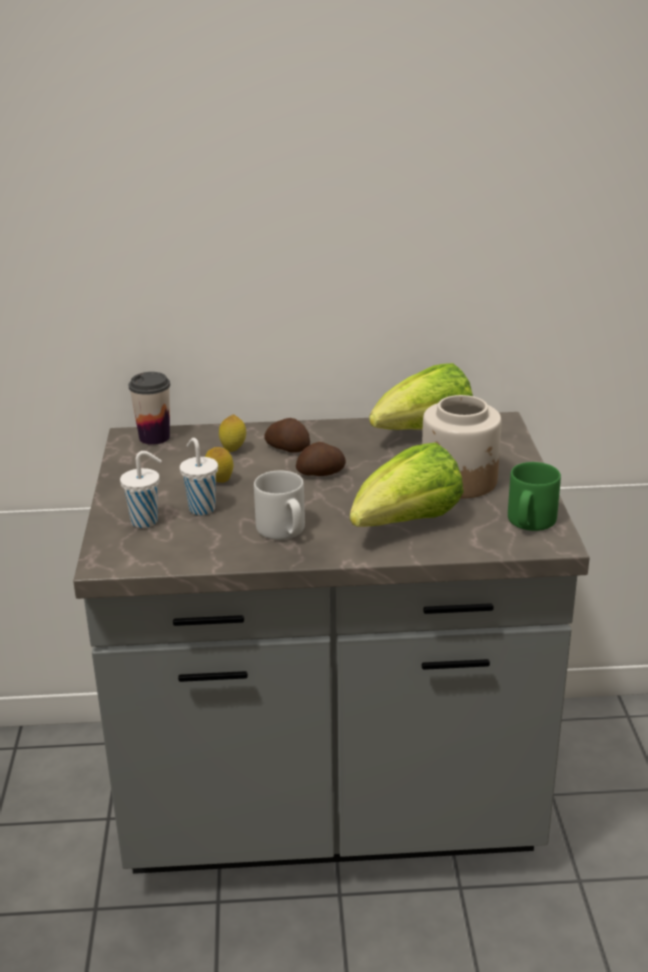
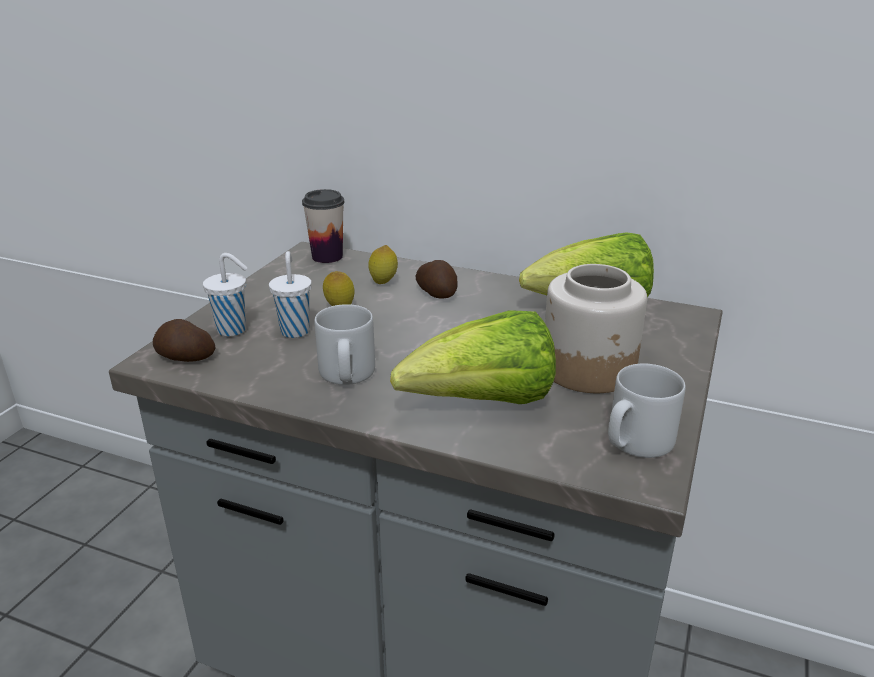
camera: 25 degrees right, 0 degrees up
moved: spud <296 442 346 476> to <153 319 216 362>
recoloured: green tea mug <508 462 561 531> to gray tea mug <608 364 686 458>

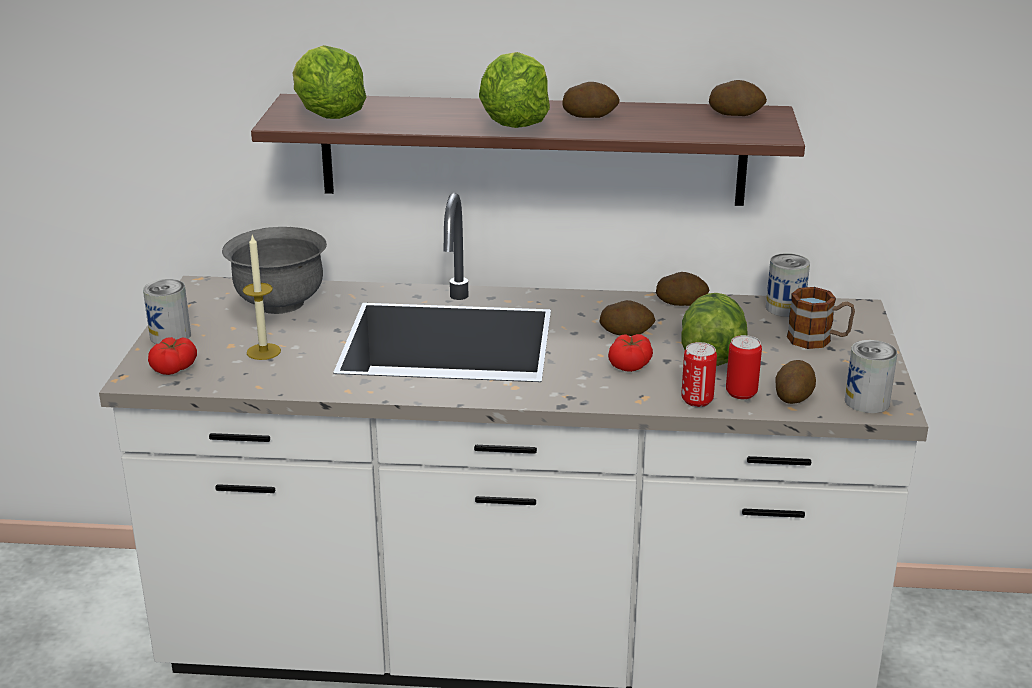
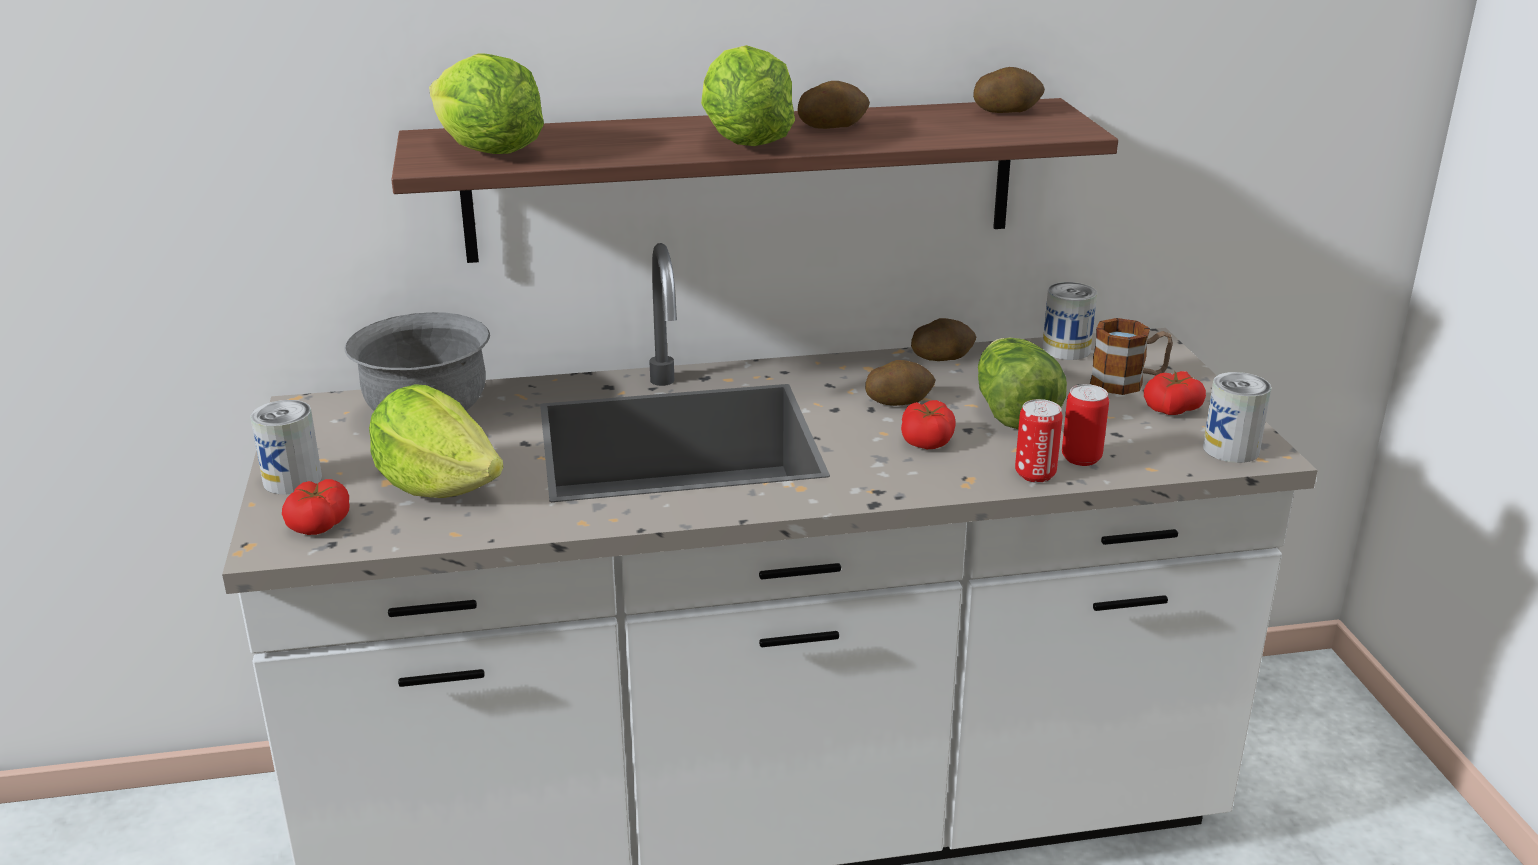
camera: 15 degrees left, 0 degrees up
removed: spud <776 360 816 404>
added: whole tomato <1144 371 1206 415>
replaced: candle <243 235 281 360> to lettuce <369 384 504 498>

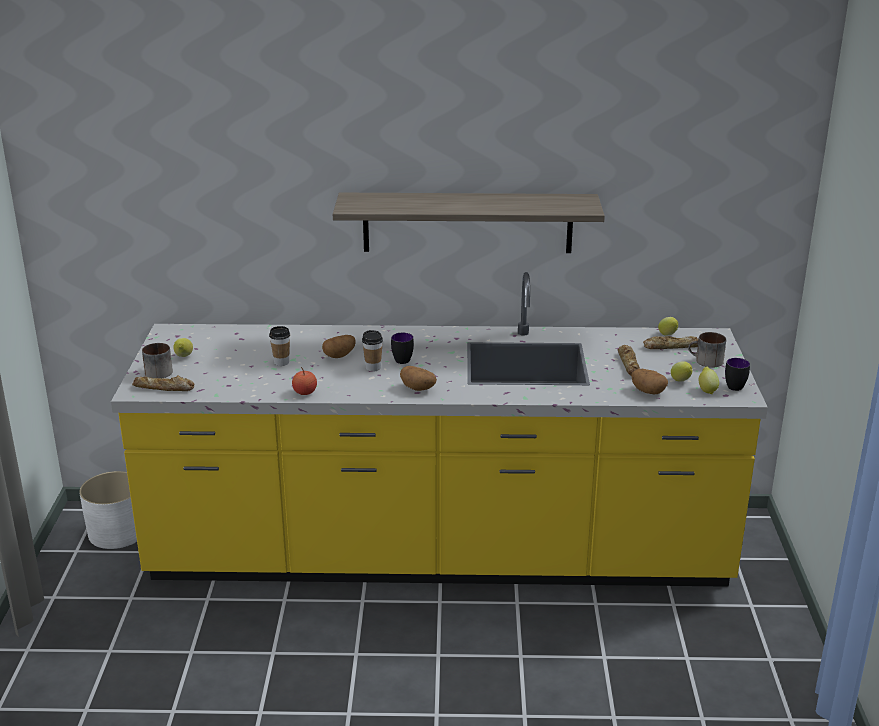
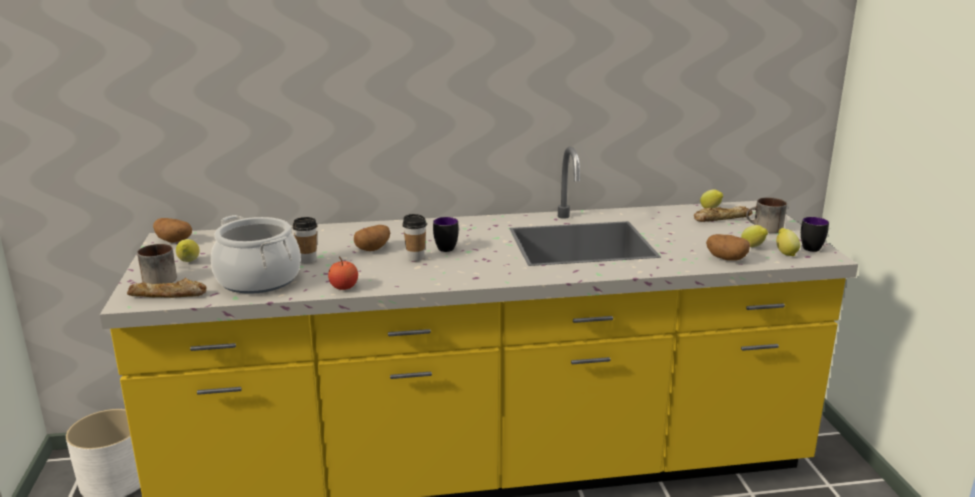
camera: 10 degrees left, 5 degrees down
removed: shelf <333 193 605 253>; bakery bread <618 345 640 376>
added: saucepot <211 215 301 294>
moved: spud <400 366 437 391> to <153 218 192 243>

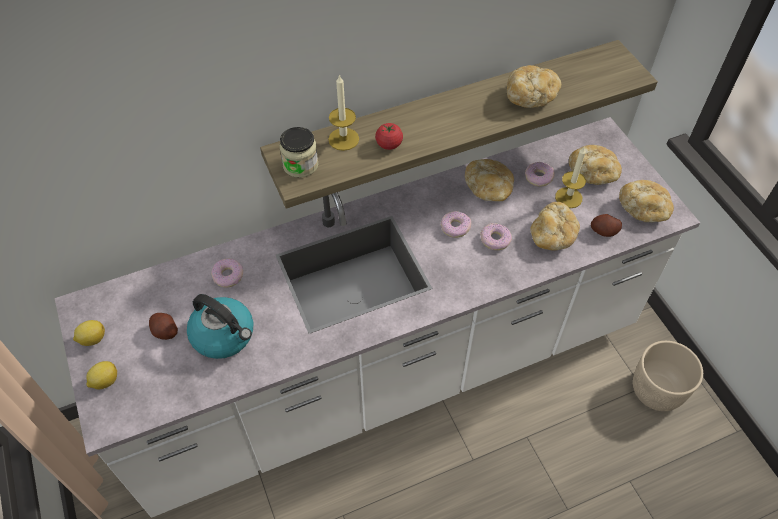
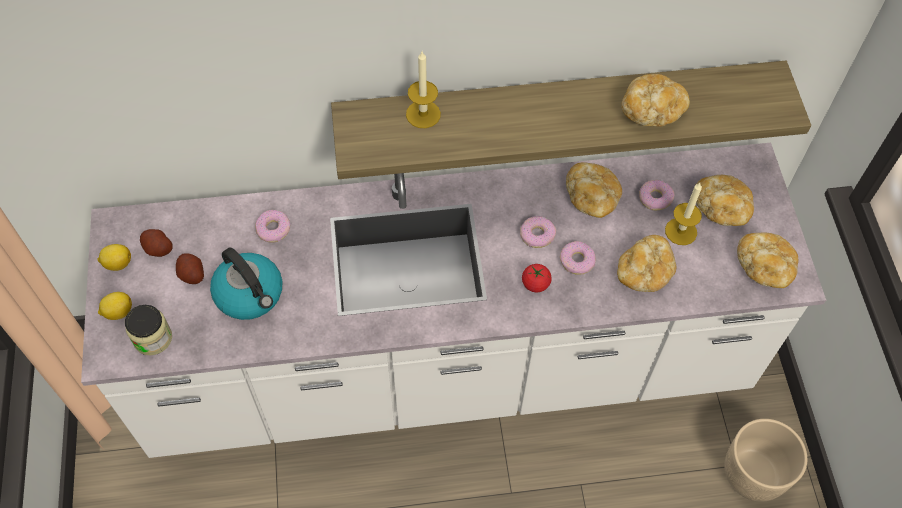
camera: 15 degrees right, 5 degrees up
moved: jar <280 127 318 178> to <125 305 172 355>; spud <591 214 622 237> to <140 229 173 257>; whole tomato <375 123 403 150> to <522 264 551 292>

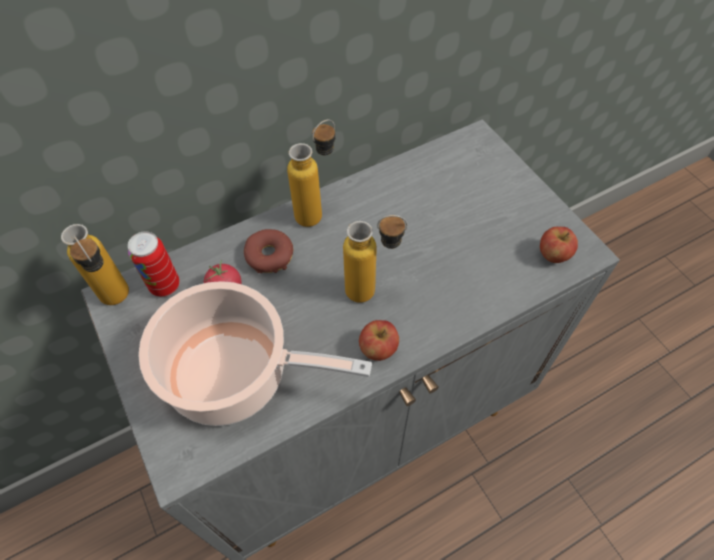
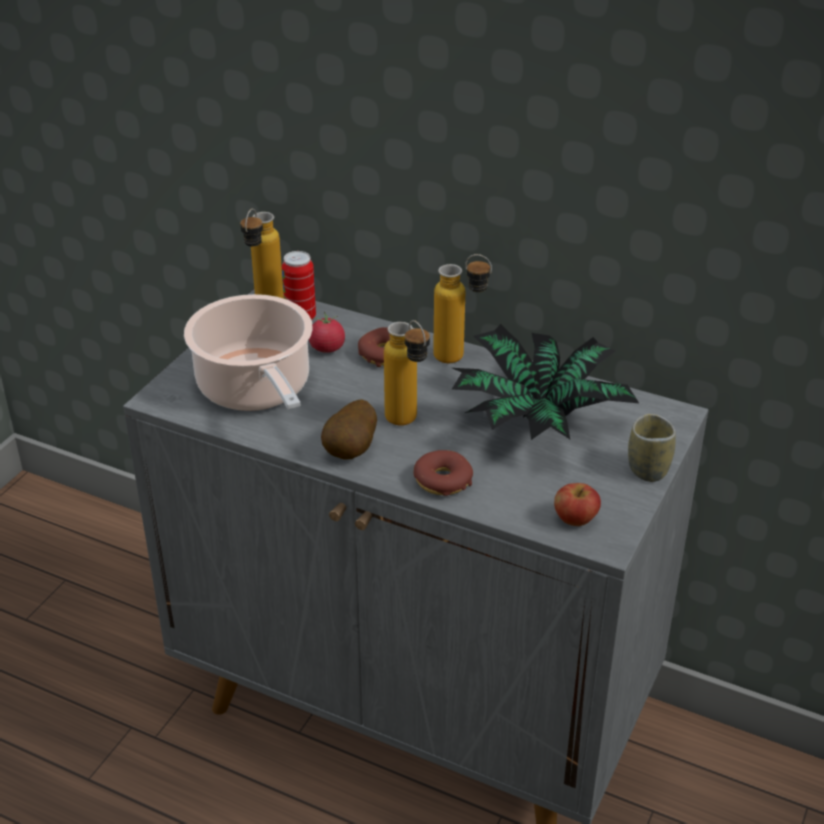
camera: 55 degrees right, 20 degrees down
added: ring doughnut <413 450 473 496>; plant in a pot <452 324 640 440>; small cup <628 414 676 482>
replaced: apple <359 320 399 361> to spud <321 399 377 460>

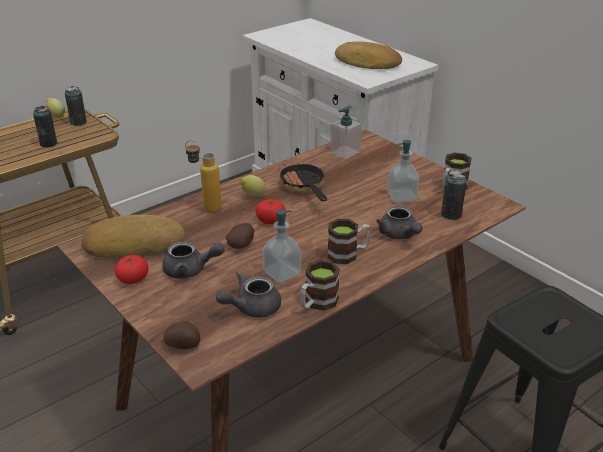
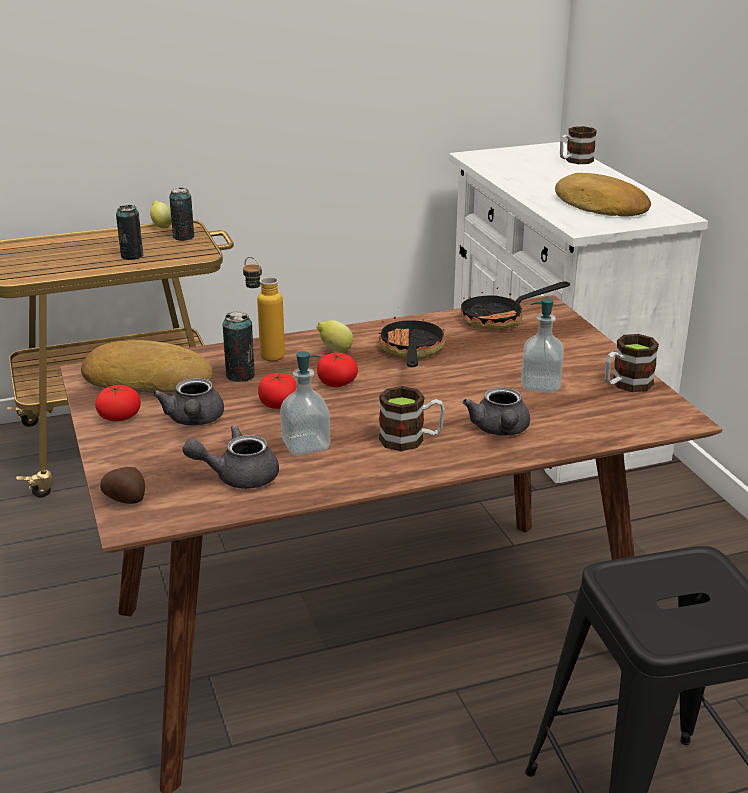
camera: 20 degrees right, 5 degrees down
moved: metal can <441 170 467 220> to <223 311 255 382>; tea mug <300 260 340 311> to <560 126 597 164>
replaced: spud <226 223 254 249> to whole tomato <258 373 296 409>; soap bottle <330 106 362 159> to pan <461 281 570 330>
turned: gray teapot <162 241 225 279> = <153 378 224 425> 60 degrees clockwise

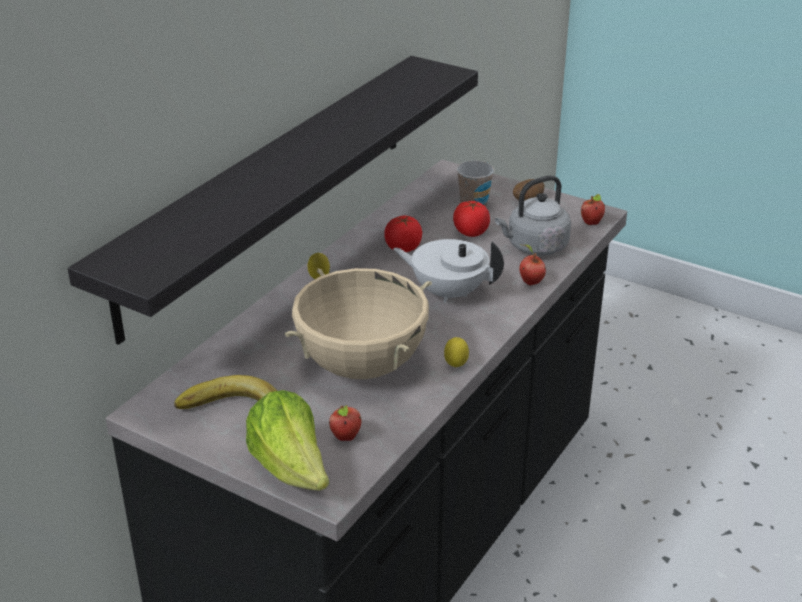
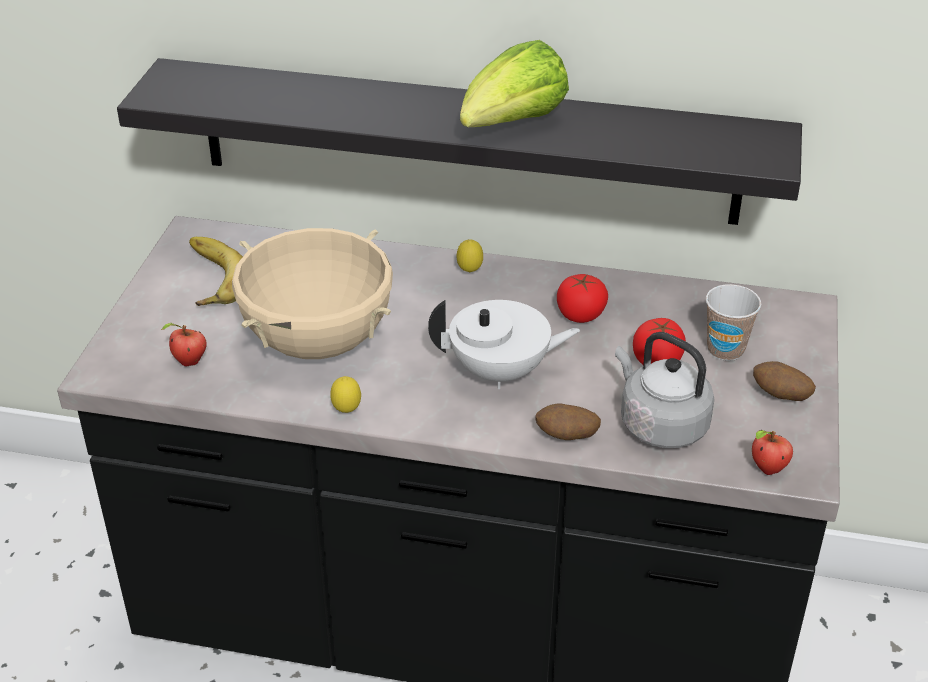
camera: 70 degrees right, 5 degrees up
moved: lettuce <246 390 329 490> to <460 40 569 127>
replaced: apple <519 245 546 285> to spud <535 404 601 440>
turned: white-coloured teapot <393 239 504 303> = <428 300 580 389> 90 degrees clockwise

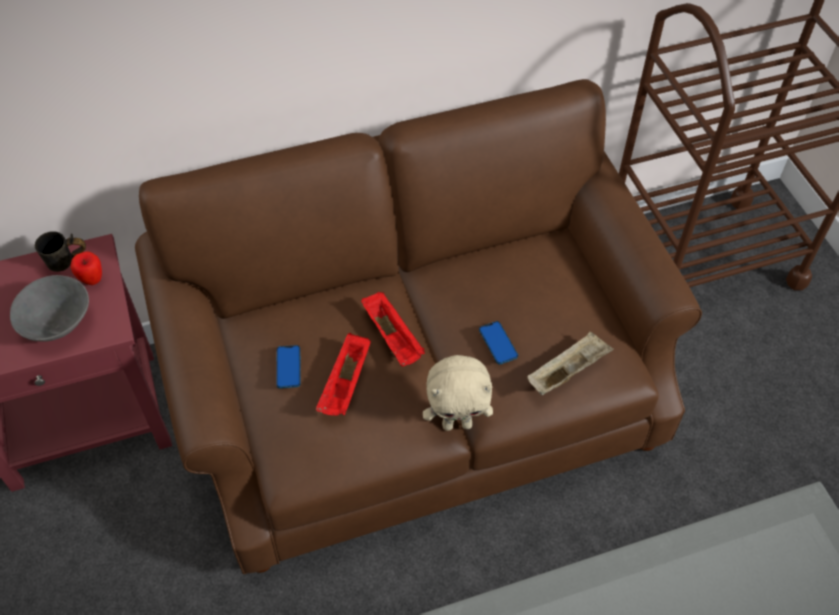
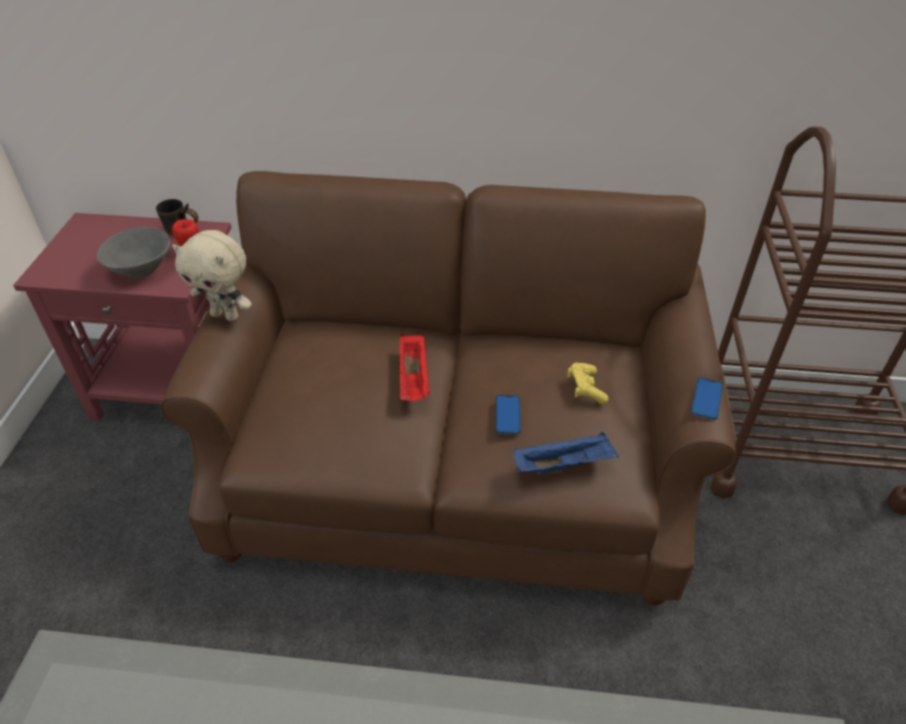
camera: 25 degrees right, 10 degrees down
removed: red-coloured carrying tray <316 333 371 416>
added: yellowish joypad <567 363 608 404>
moved: sand-coloured soft toy <423 355 493 431> to <172 230 252 321>; handset <276 345 301 388> to <691 377 723 420>
recoloured: sand-coloured carrying tray <528 332 614 395> to bluish carrying tray <513 432 619 474>

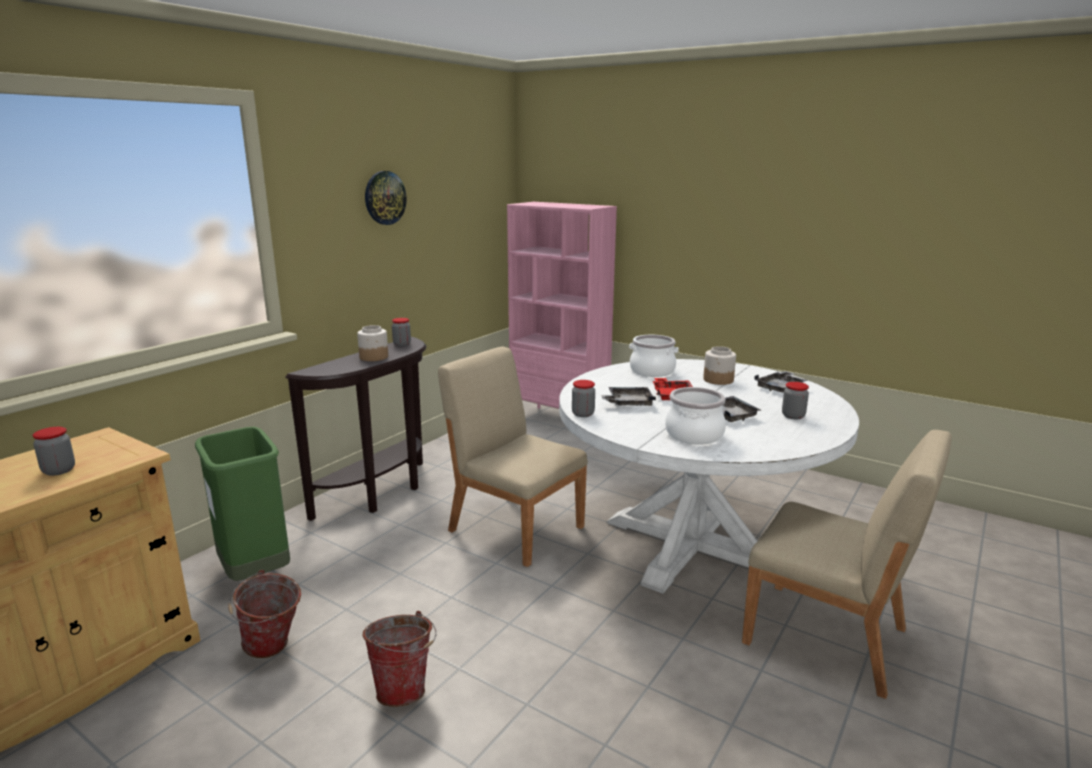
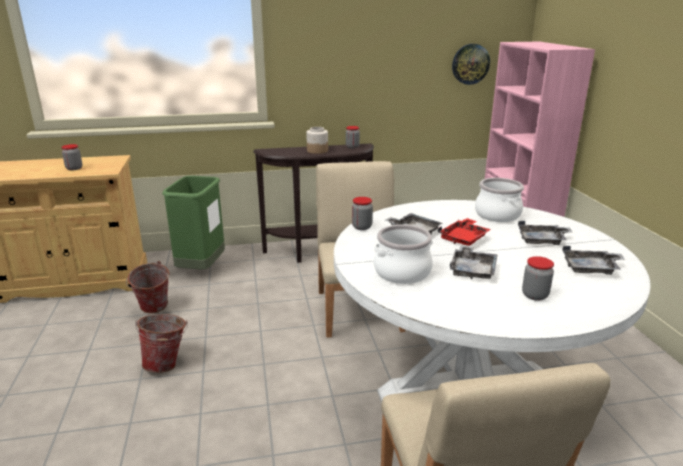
camera: 45 degrees right, 5 degrees up
moved: hanging clock <365 171 406 225> to <452 44 490 85>
replaced: jar <703 346 736 385> to gray carrying tray <518 221 572 245>

